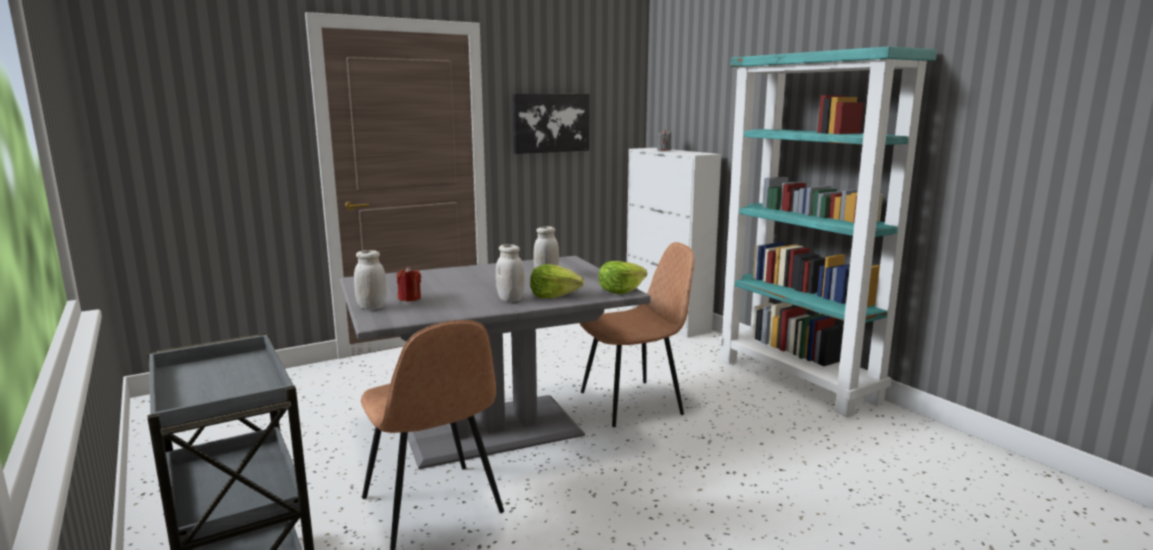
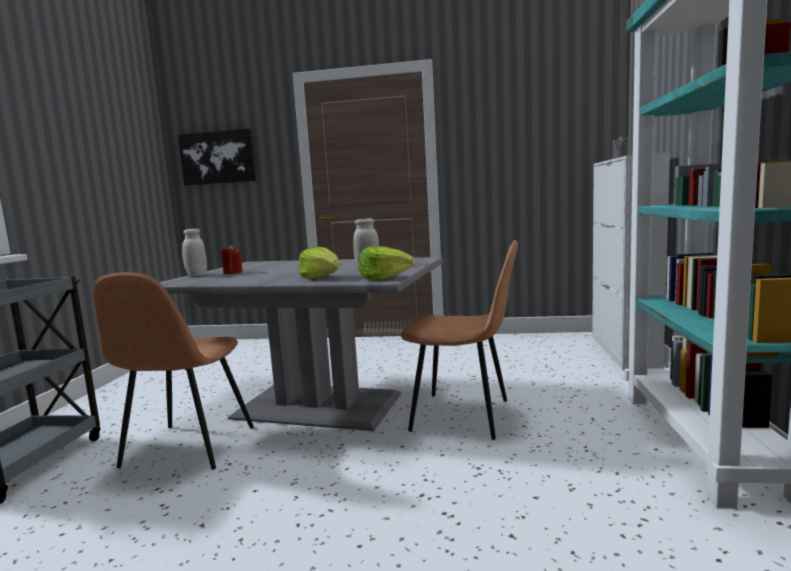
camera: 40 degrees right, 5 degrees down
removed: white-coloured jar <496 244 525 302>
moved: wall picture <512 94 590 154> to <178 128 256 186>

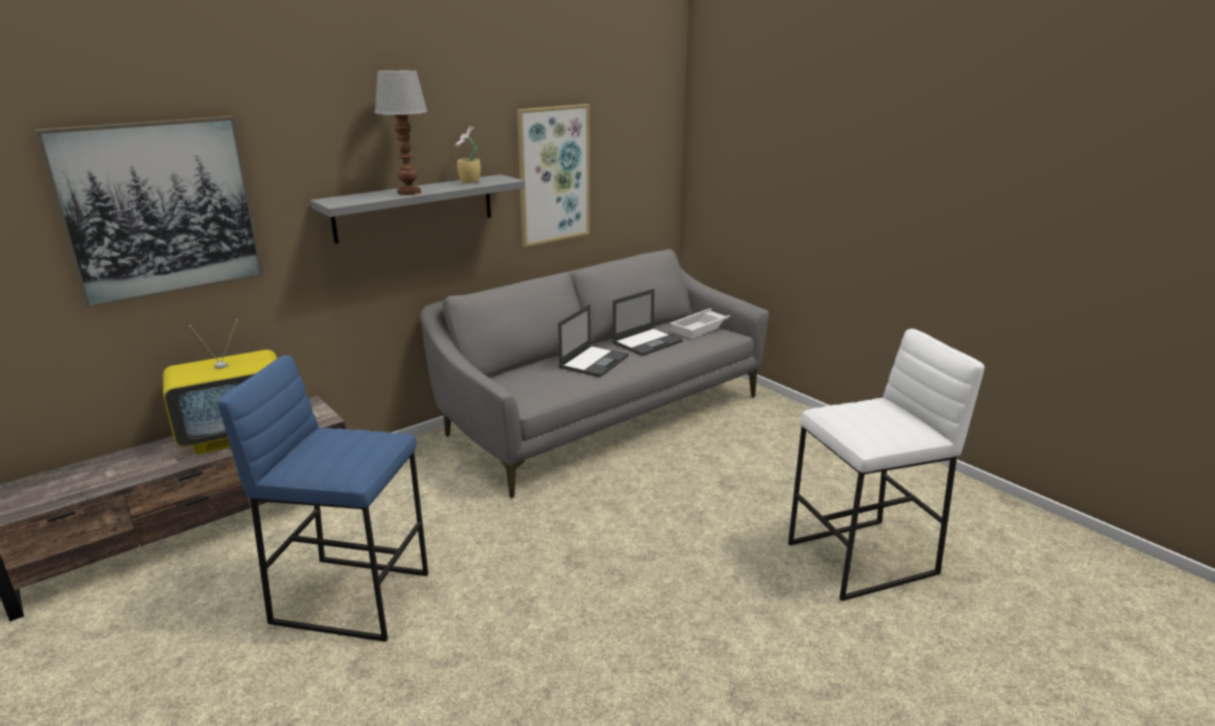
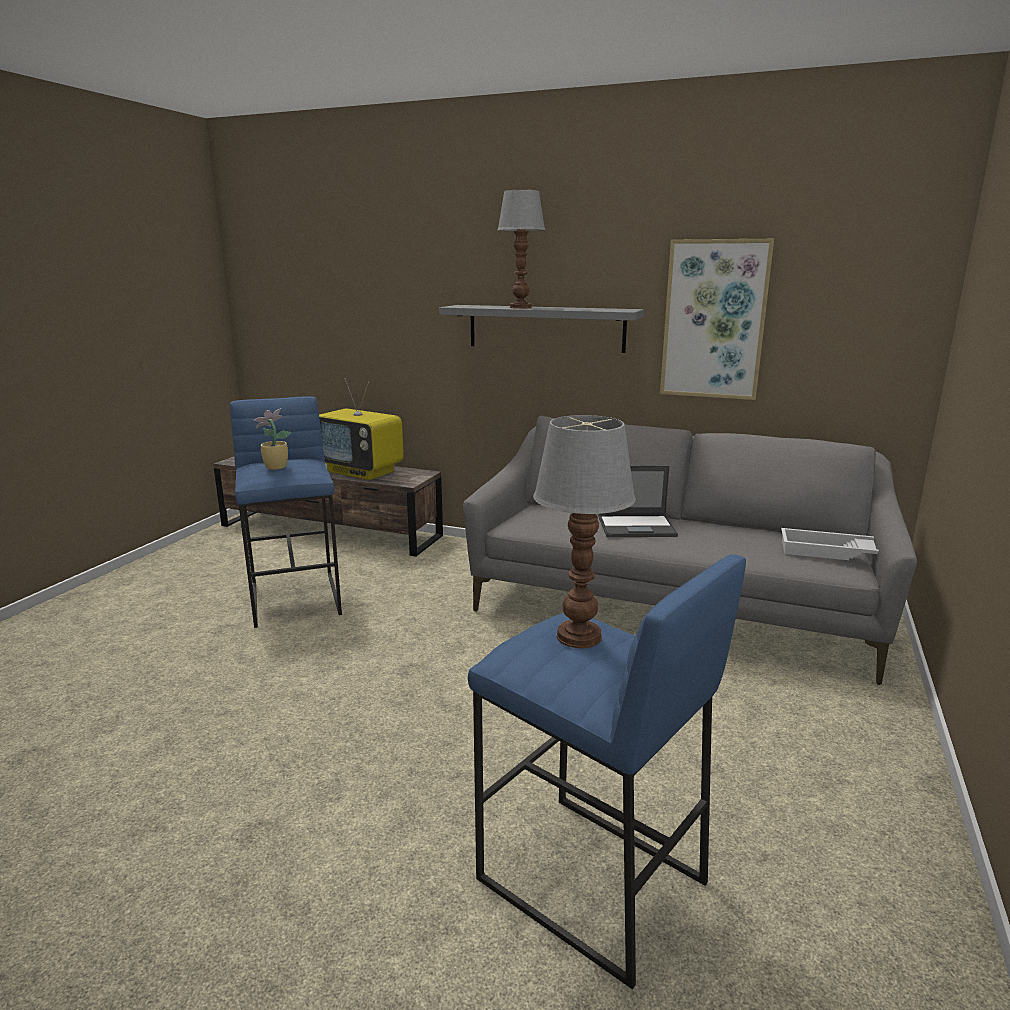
camera: 60 degrees right, 5 degrees down
removed: wall picture <35 116 264 308>; laptop <612 289 683 356>
added: table lamp <533 415 636 648>
moved: plant in a pot <455 126 481 183> to <253 408 291 470>
recoloured: white-coloured stool seat <788 329 985 601> to bluish stool seat <468 554 746 990>

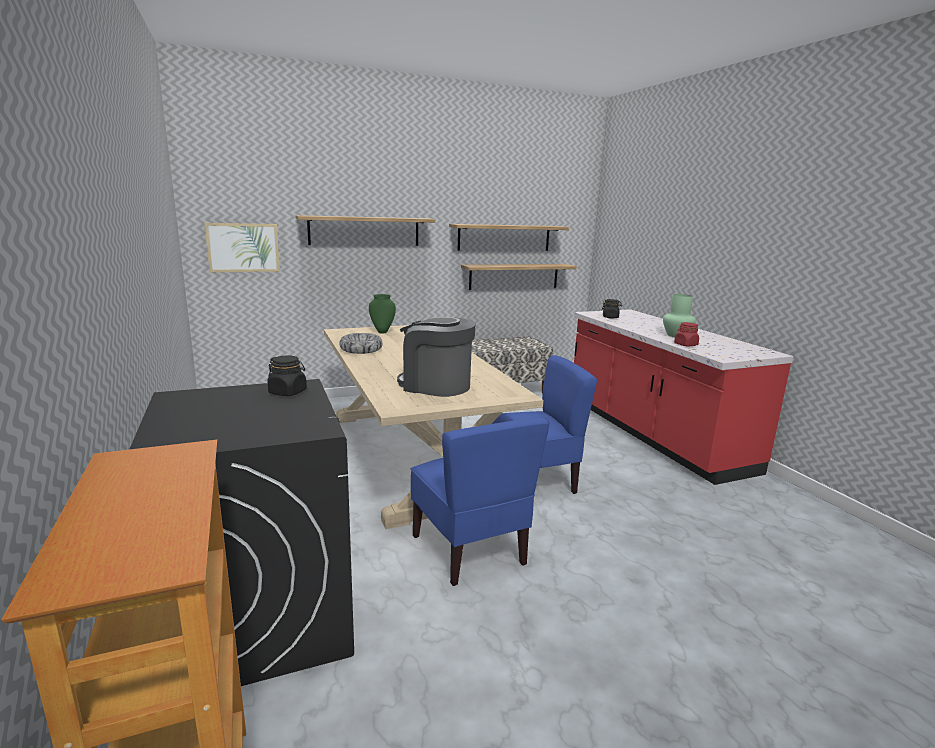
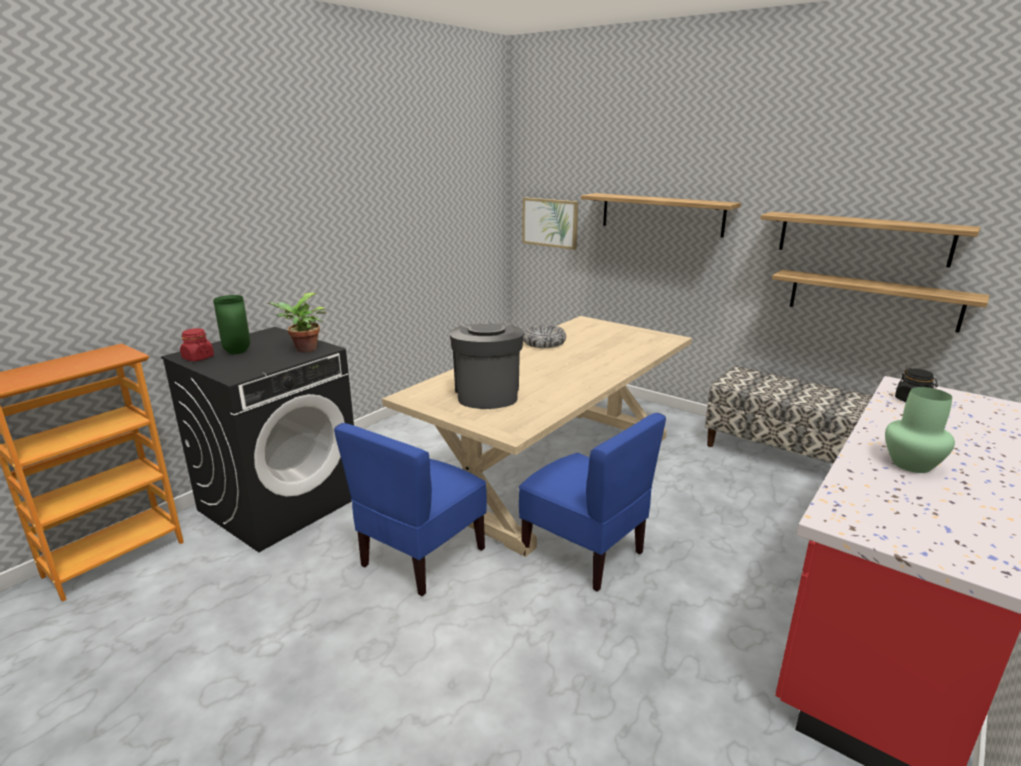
camera: 60 degrees right, 5 degrees up
moved: red-coloured jar <674 322 699 346> to <180 328 214 361>; green decorative vase <369 294 396 334> to <213 295 250 354>
replaced: black jar <267 355 307 396> to plant in a pot <267 293 327 353>

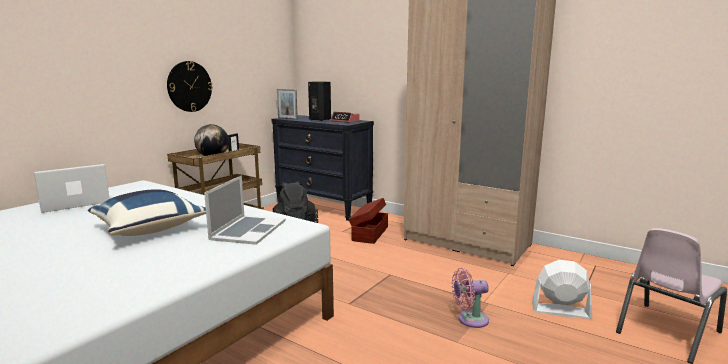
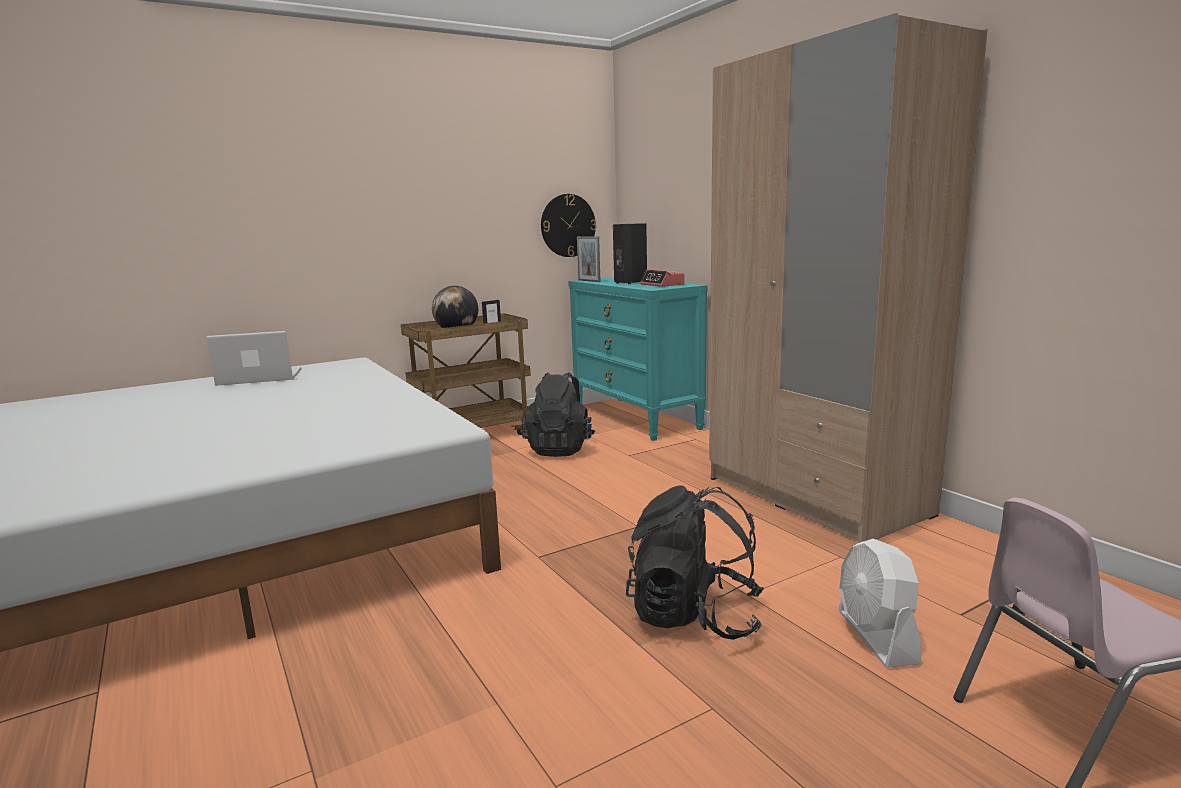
camera: 25 degrees right, 0 degrees up
removed: bluish cushion <88 189 206 236>; laptop <204 175 286 245>; brownish storage container <349 198 388 244>
moved: hanging clock <167 61 213 112> to <541 194 596 257>
replaced: pink-coloured cooling fan <452 268 489 328> to black backpack <626 485 764 640>
recoloured: black dresser <272 115 374 221> to turquoise-coloured dresser <568 277 708 441>
turned: white-coloured cooling fan <532 260 592 319> = <839 539 921 668> 135 degrees counterclockwise

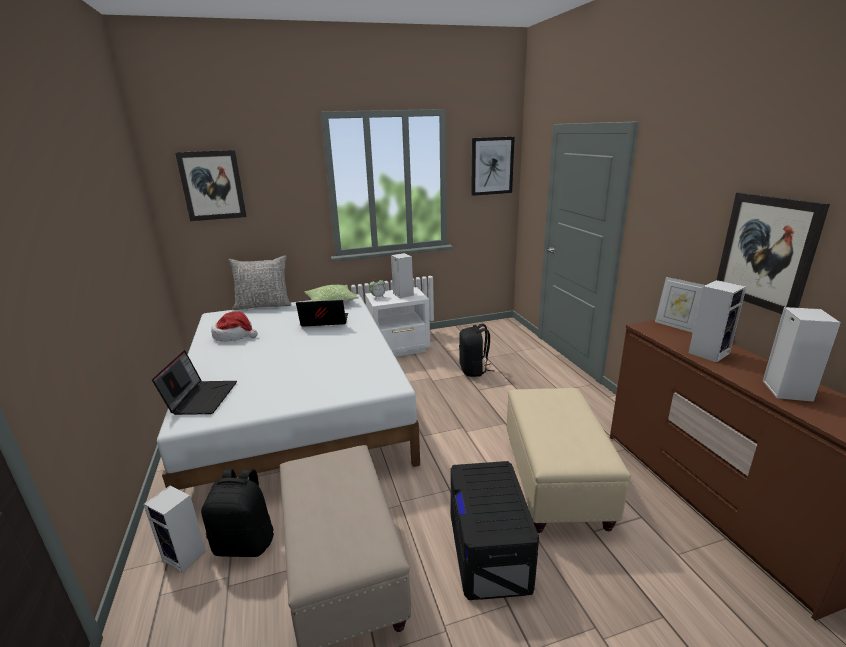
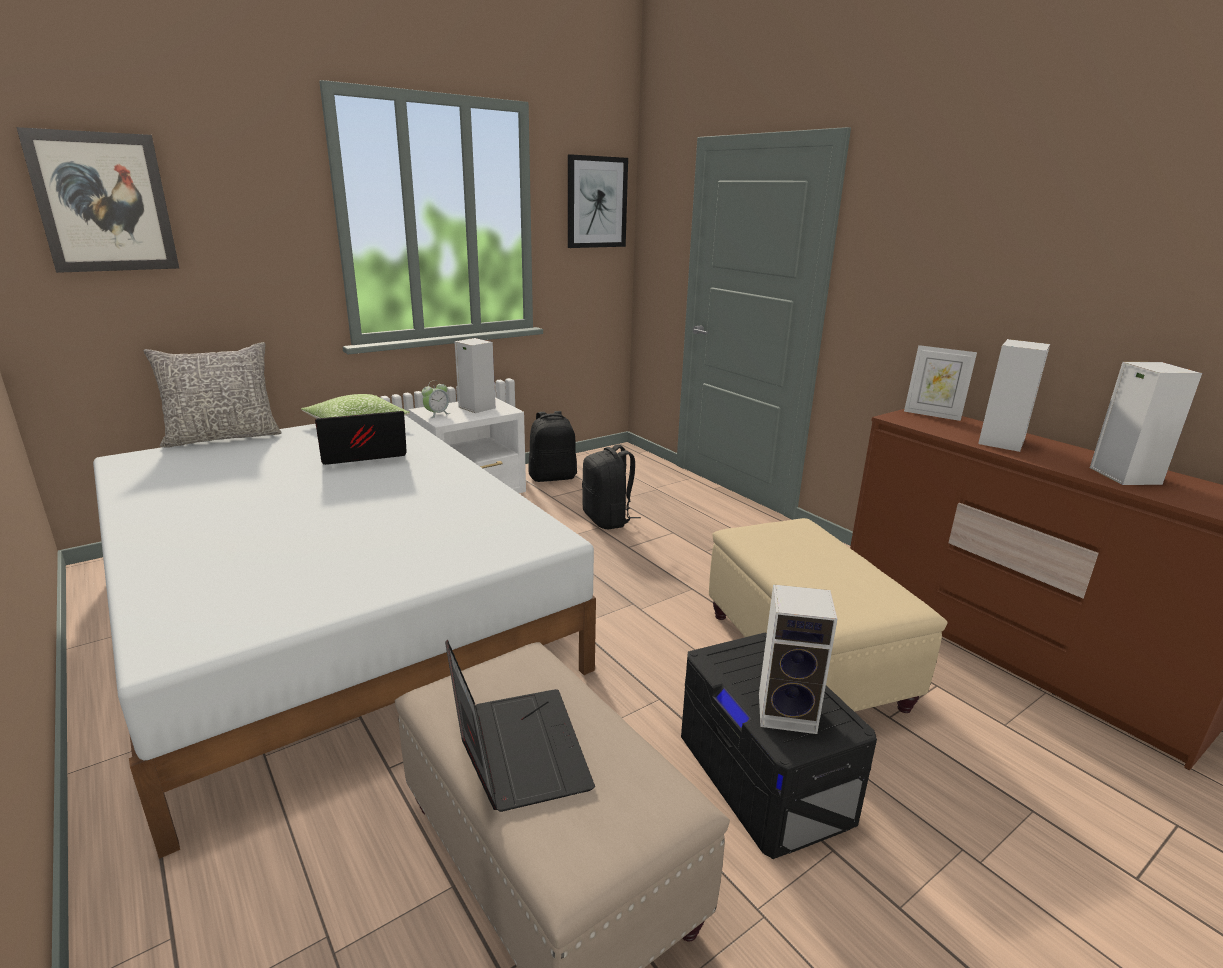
camera: 20 degrees left, 0 degrees up
removed: hat <211 311 258 341>; wall picture <717 192 830 314>
moved: laptop <152 350 237 415> to <445 639 595 812>; black backpack <201 469 274 557> to <528 411 577 482>; speaker <143 486 206 573> to <759 584 838 734>

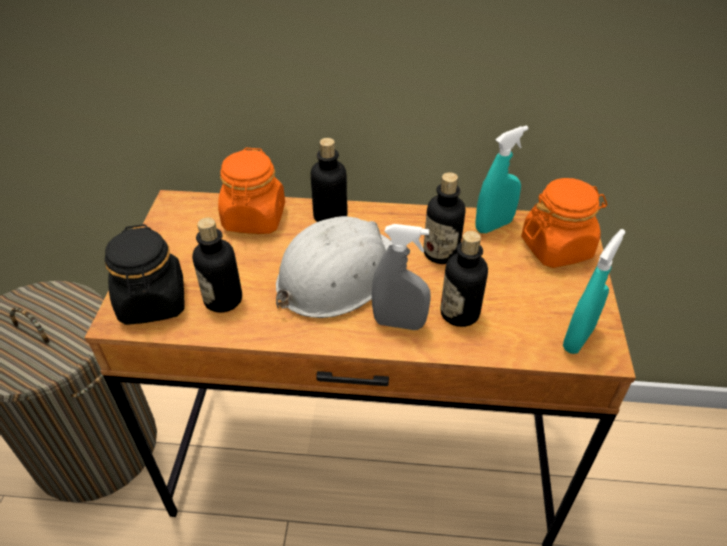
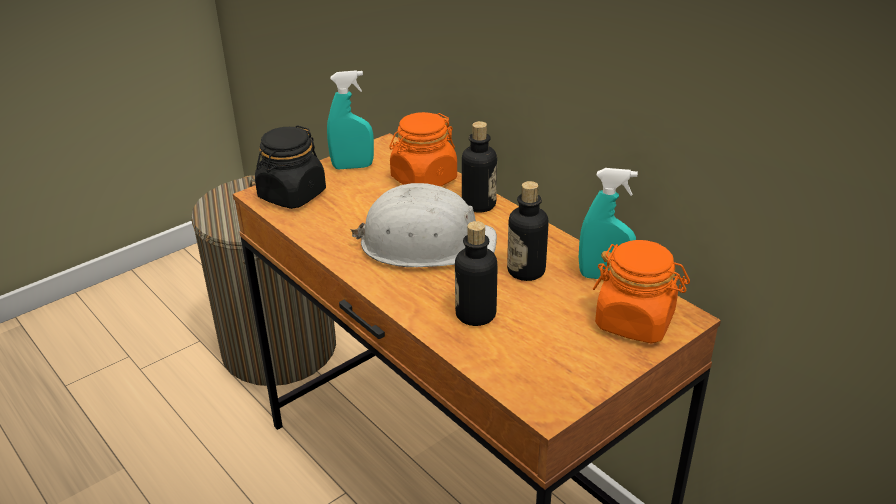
camera: 45 degrees right, 10 degrees down
removed: bottle <192 218 242 313>; gray sprayer <372 224 431 330>
moved: turquoise-coloured sprayer <563 229 625 354> to <327 70 374 169>

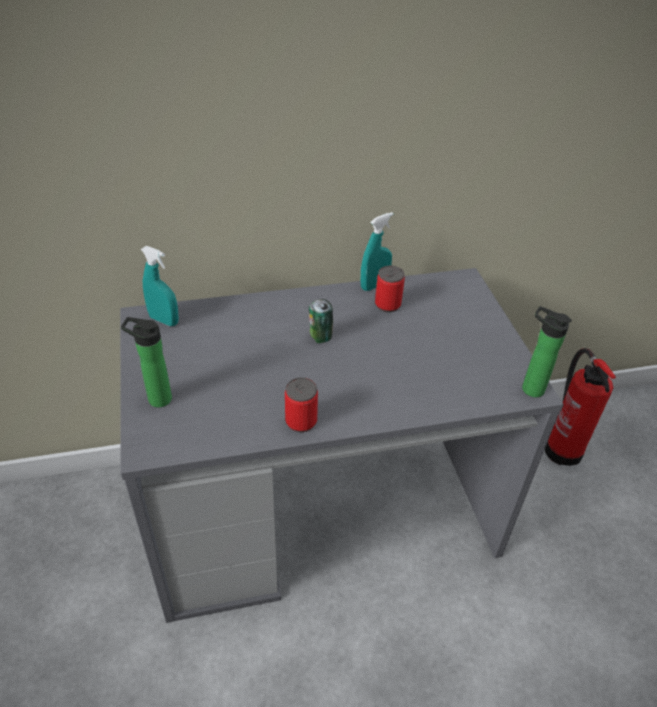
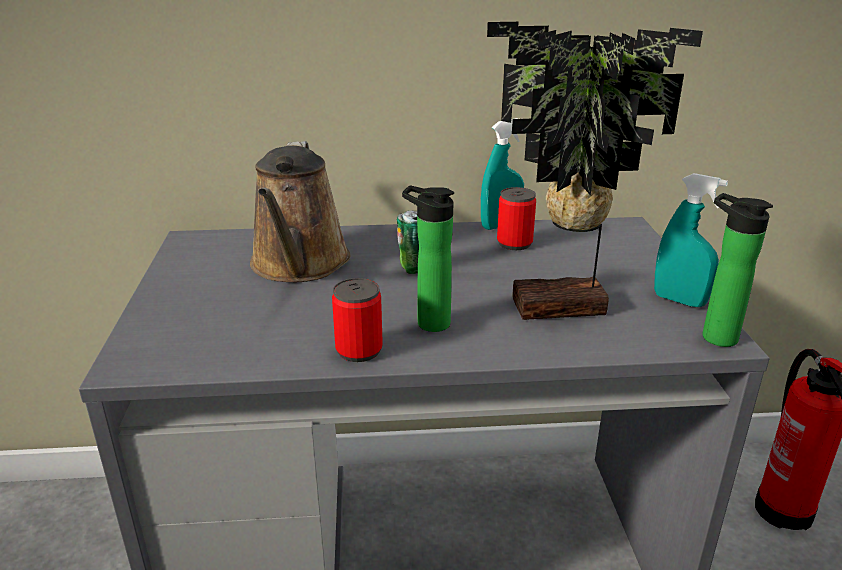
camera: 10 degrees right, 15 degrees down
added: brownish watering can <250 141 350 282>; plant in a pot <487 22 703 320>
moved: bottle <121 317 172 408> to <402 185 454 332>; turquoise-coloured sprayer <141 246 179 326> to <654 173 728 307>

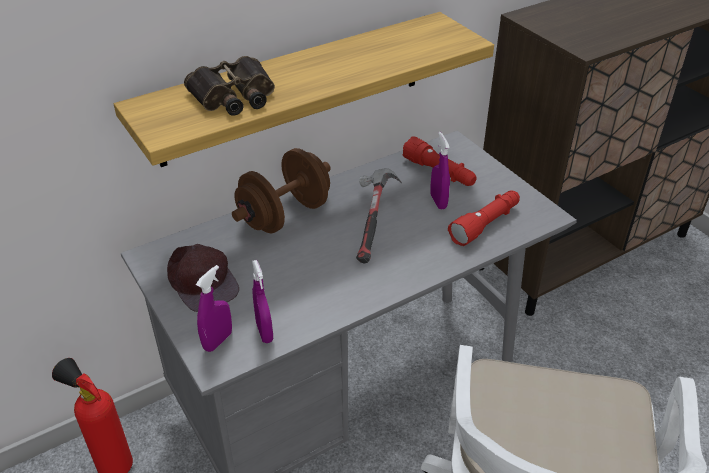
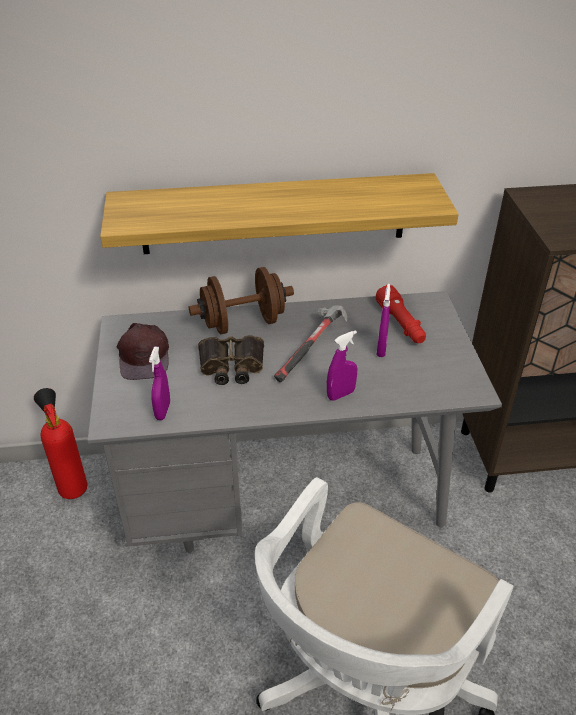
camera: 25 degrees right, 0 degrees up
removed: red-coloured flashlight <448 191 520 246>
moved: pair of binoculars <184 56 275 116> to <198 335 264 385>; purple sprayer <196 265 232 352> to <327 330 357 401>

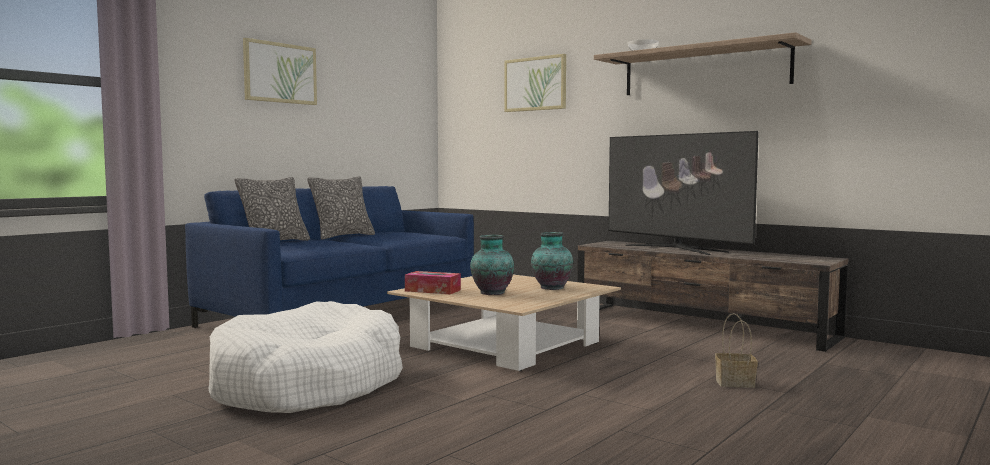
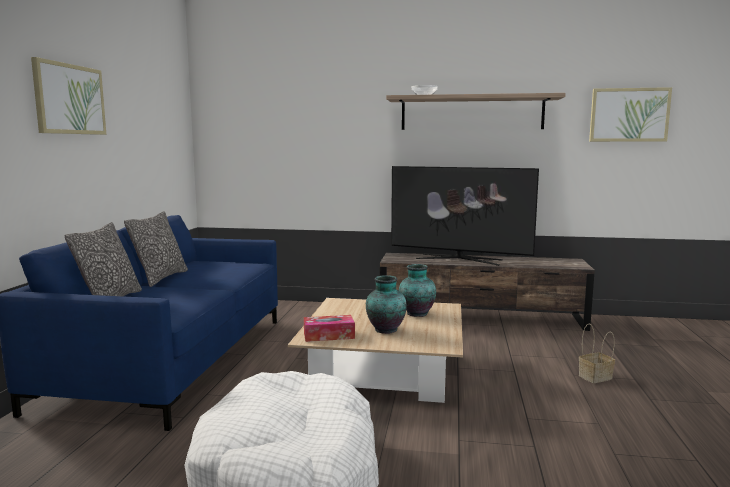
camera: 30 degrees left, 5 degrees up
moved: wall picture <504 54 566 112> to <589 87 672 142>

